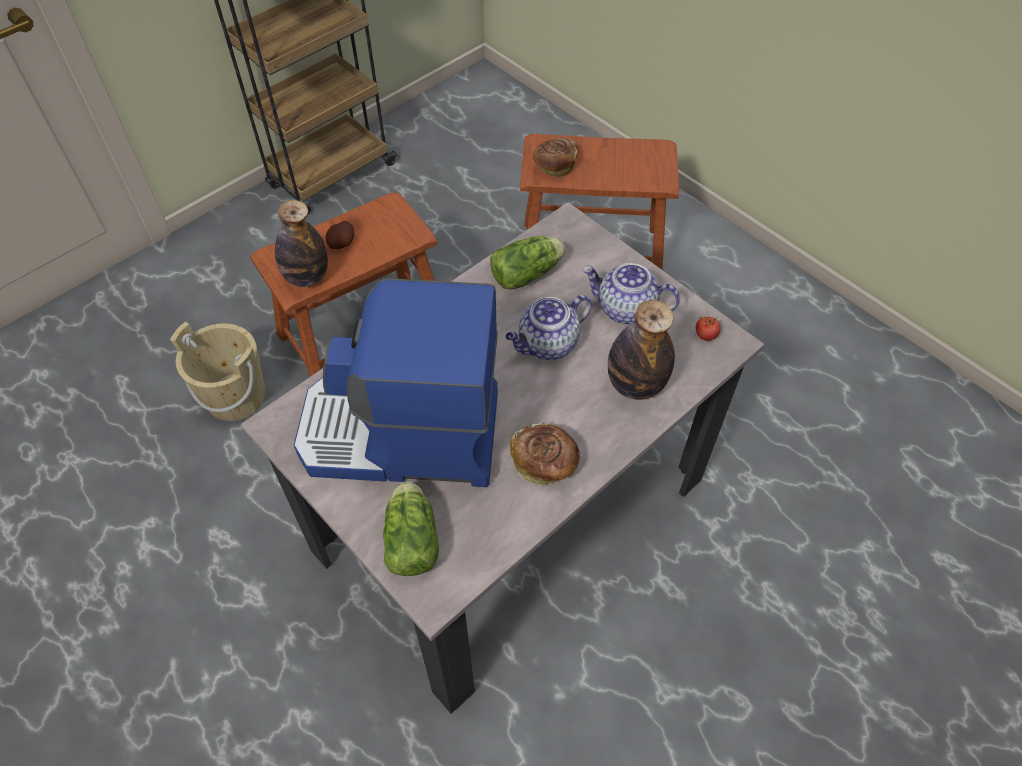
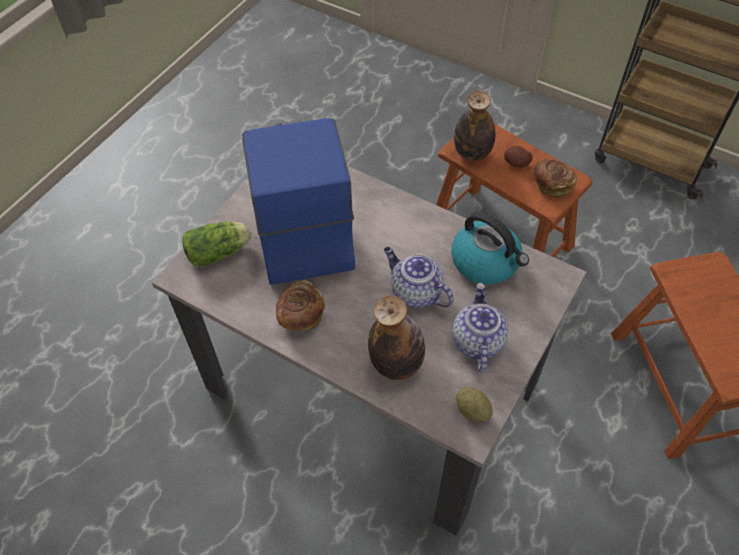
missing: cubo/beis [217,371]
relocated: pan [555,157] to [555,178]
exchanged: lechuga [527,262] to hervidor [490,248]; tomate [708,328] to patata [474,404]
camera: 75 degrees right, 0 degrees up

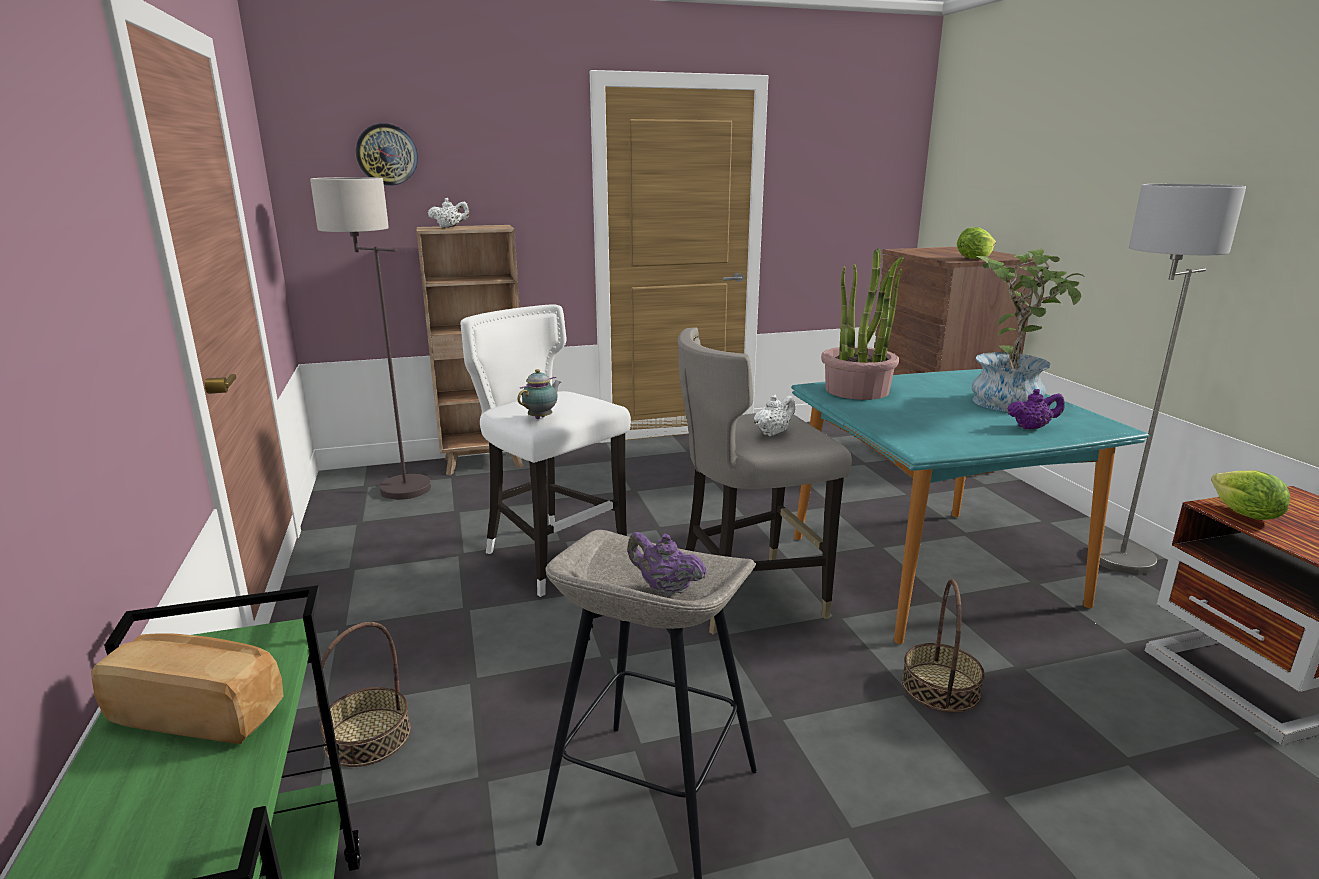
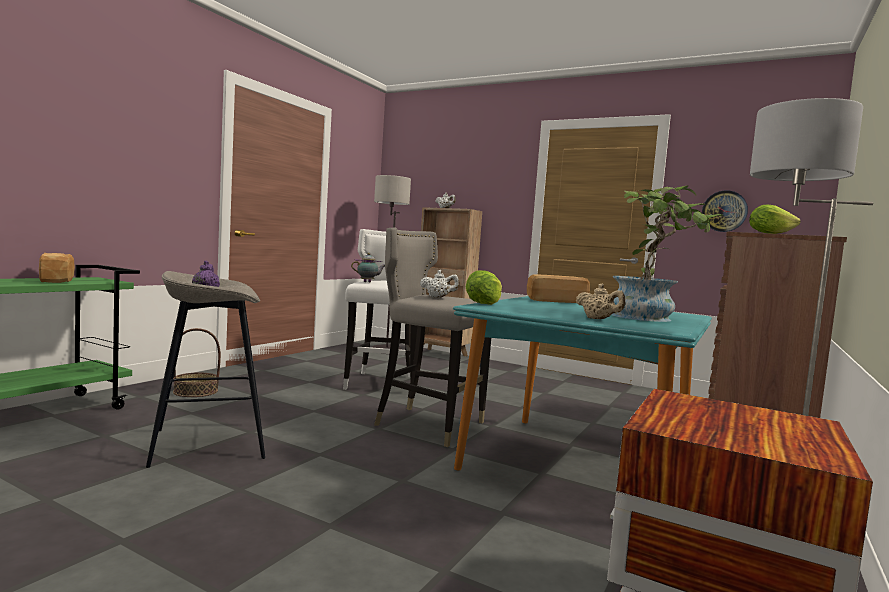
missing: cesta [943,645]
relocated: reloj de pared [387,154] to [725,211]; lechuga [1250,495] to [484,287]
exchanged: planta en maceta [862,324] to pan [558,289]
colour: tetera/morado [1036,409] to tetera/beis [601,301]
camera: 45 degrees right, 15 degrees down

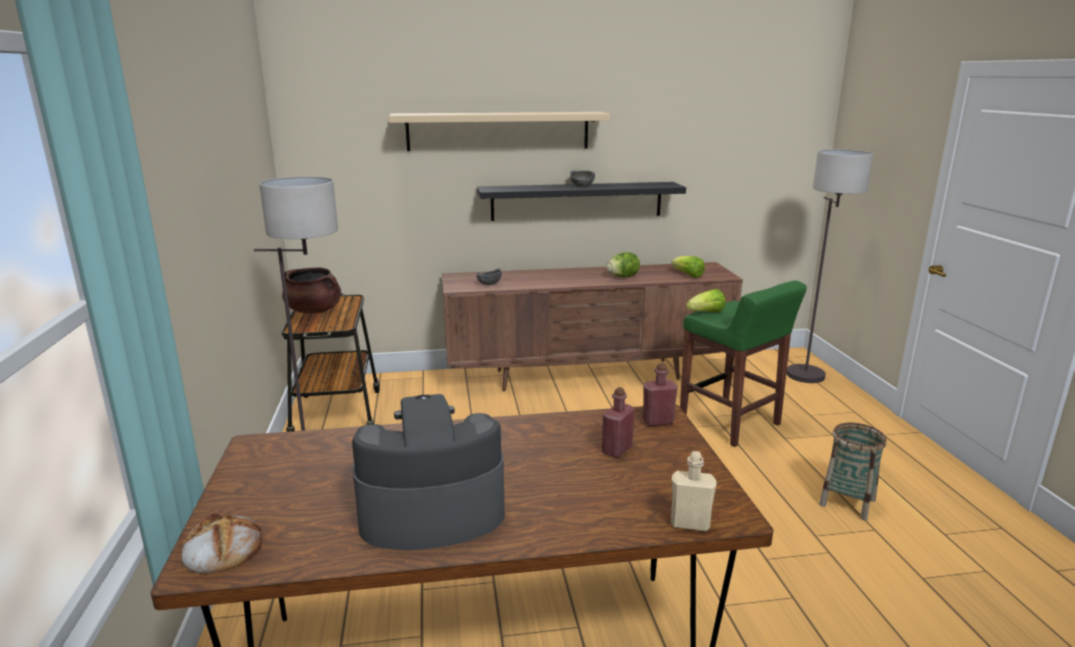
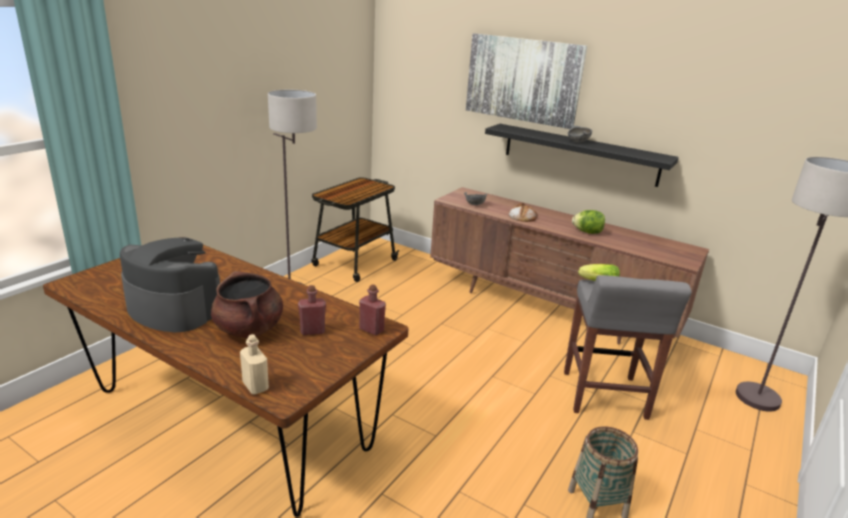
missing: lechuga [688,267]
relocated: olla/marrón [311,290] to [247,304]; pan [221,543] to [523,212]
exchanged: estante/beis [500,131] to cuadro [526,81]
colour: taburete/verde [743,364] to taburete/gris [628,347]
camera: 40 degrees right, 5 degrees up

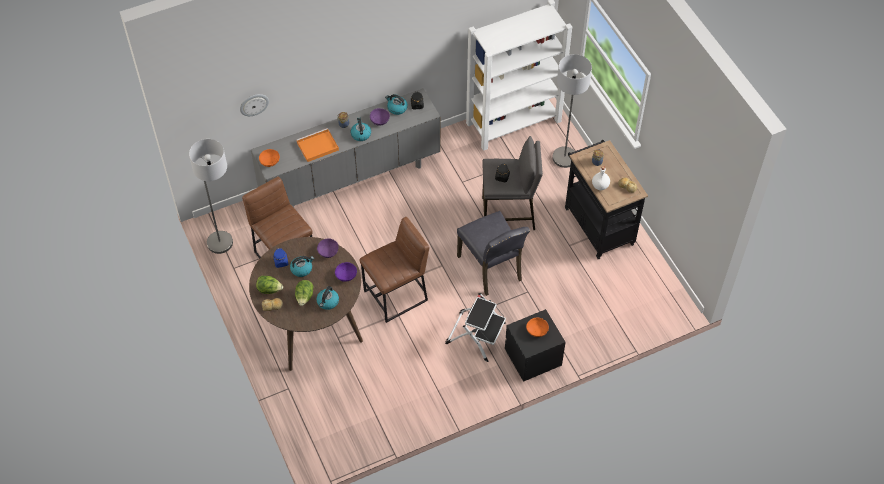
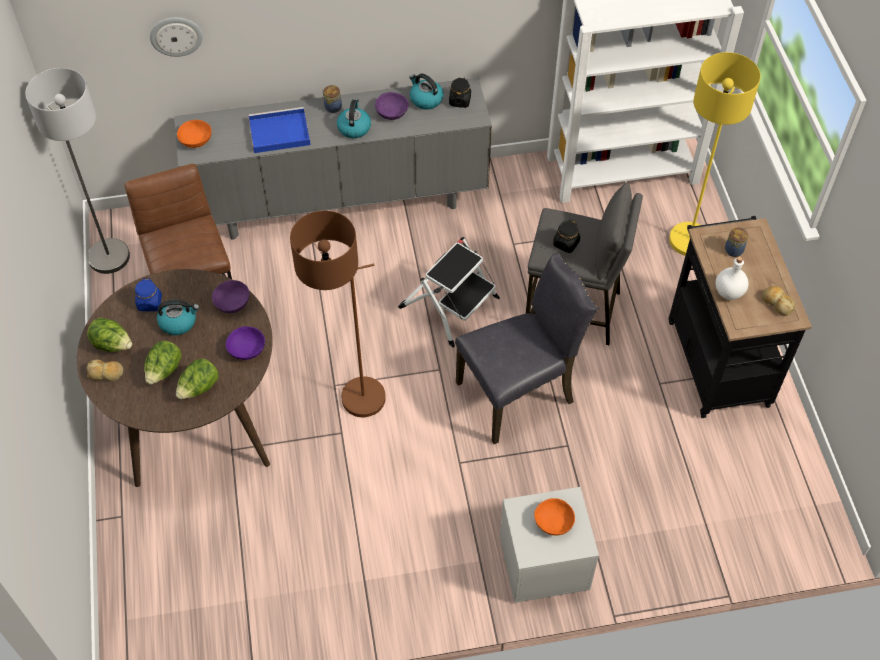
relocated: escalera de tijera [475,327] to [449,292]
exchanged: silla/marrón [394,270] to lámpara de pie/marrón [338,314]; hervidor [327,298] to lechuga [197,379]
colour: lámpara de pie/gris [572,111] to lámpara de pie/amarillo [715,154]; bandeja/naranja [318,145] to bandeja/azul [279,130]; mesita de noche/negro [535,345] to mesita de noche/blanco [549,545]
spun: silla/gris [493,253] = [527,348] 105 degrees counterclockwise
camera: 15 degrees right, 0 degrees up

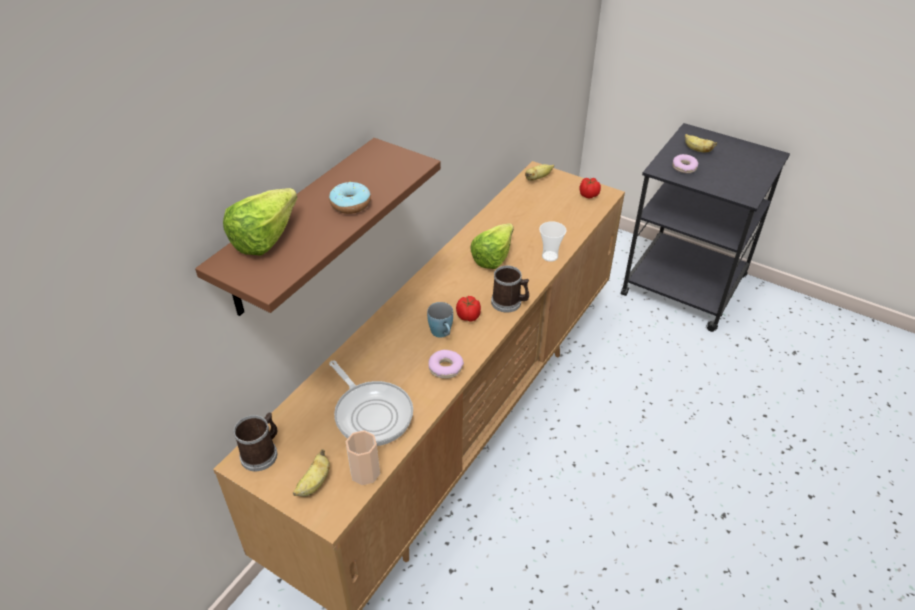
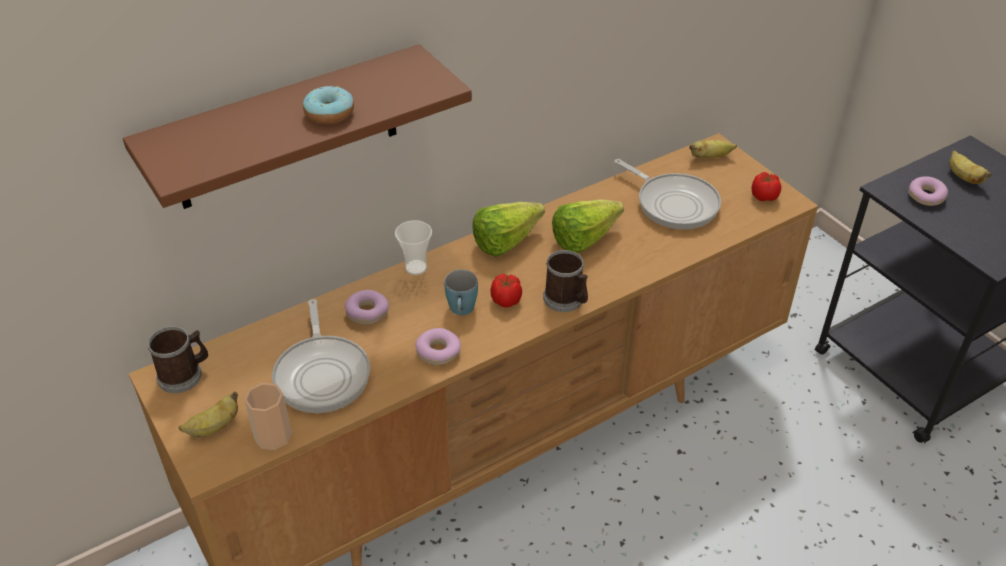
appeared: sartén [667,194]; rosquilla [367,307]
relocated: lechuga [260,222] to [508,229]; taza [553,241] to [413,247]
camera: 25 degrees right, 0 degrees up

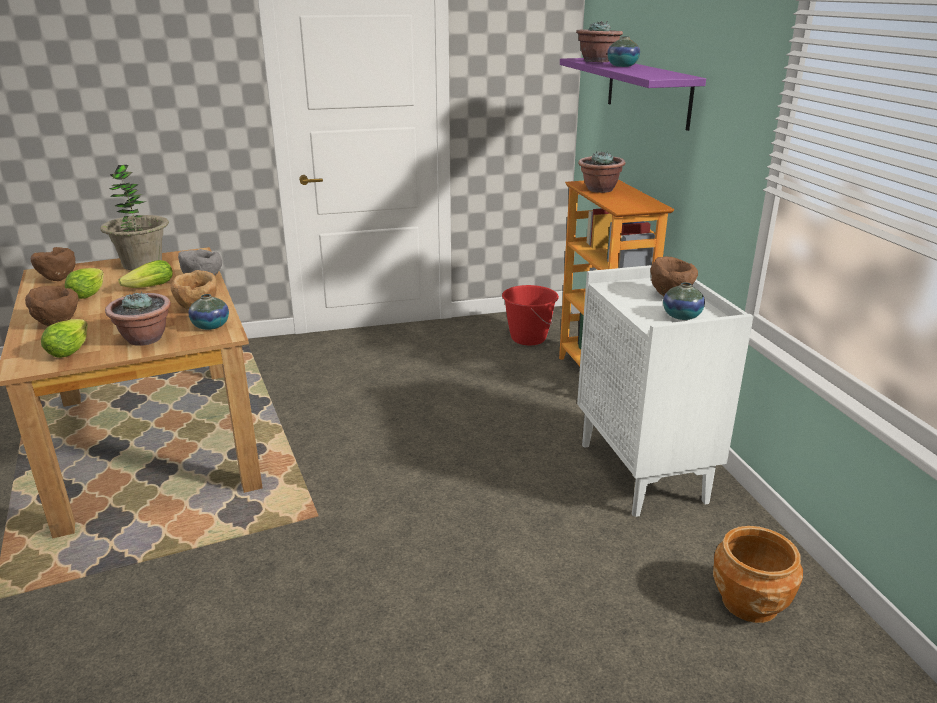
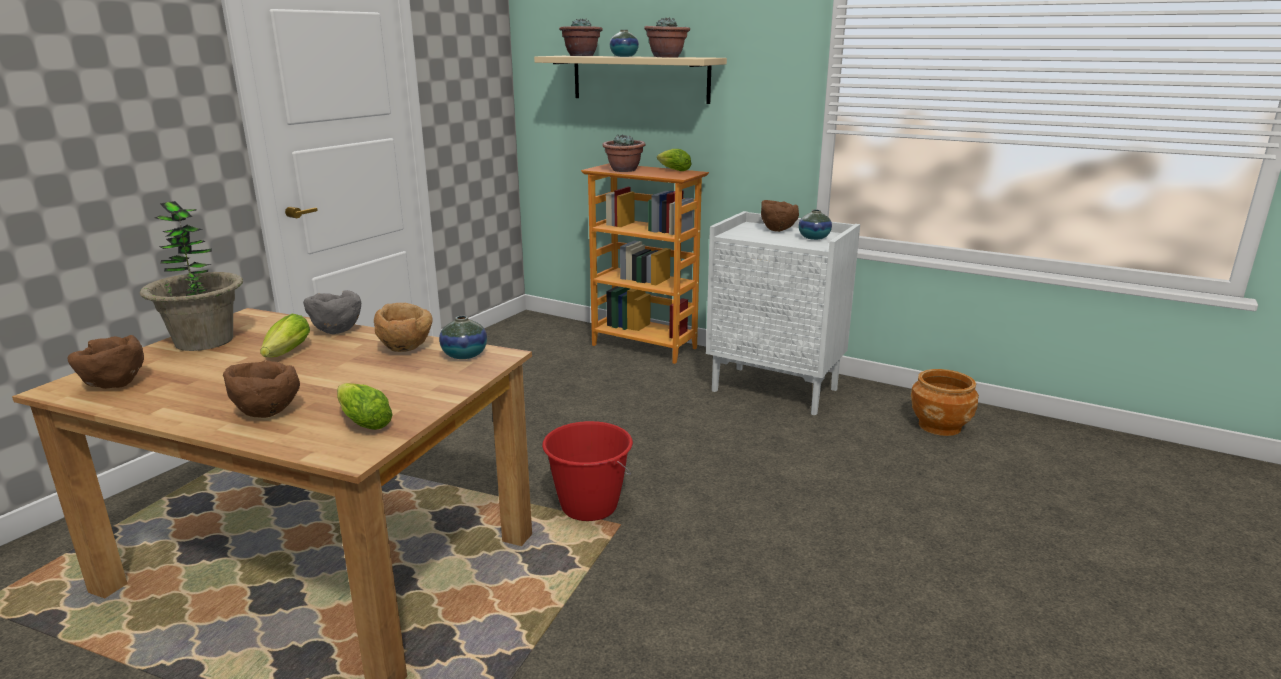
relocated: lechuga [84,283] to [674,160]; cubo/rojo [530,315] to [587,471]; planta en maceta [138,319] to [667,37]
colour: estante/morado [633,94] to estante/beis [630,80]
camera: 45 degrees left, 5 degrees down

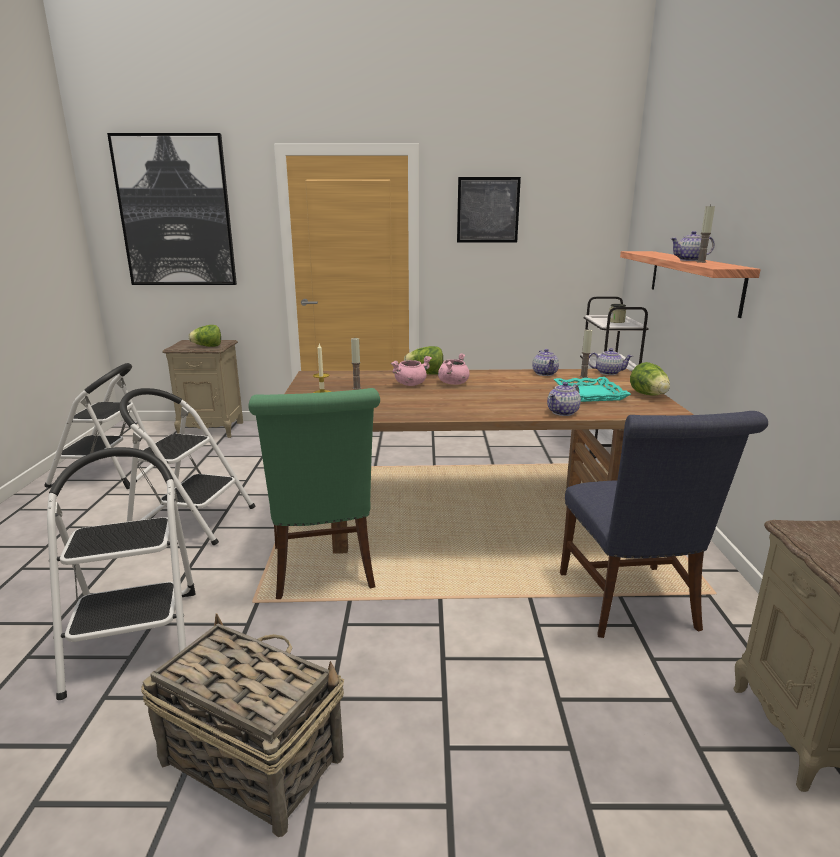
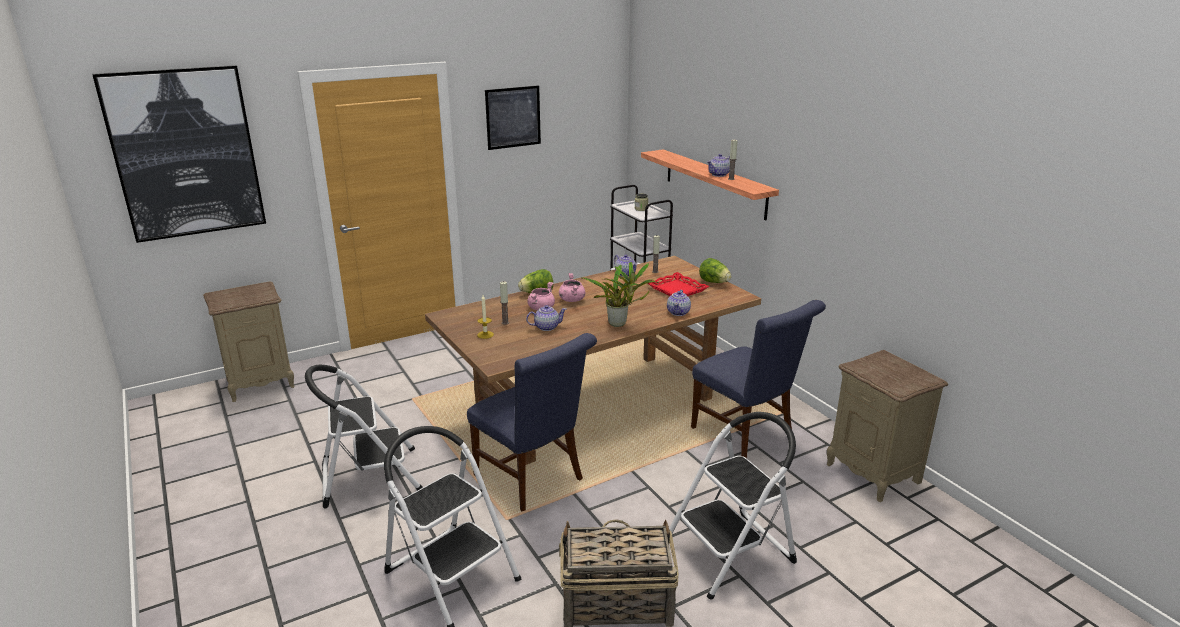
missing: lechuga [205,336]
appeared: planta en maceta [621,294]
relocated: tetera [610,361] to [546,318]; escalera de tijera [99,426] to [733,506]
colour: bandeja/turquesa [592,389] to bandeja/rojo [679,284]; silla/verde [314,493] to silla/azul [532,422]
camera: 30 degrees left, 5 degrees up

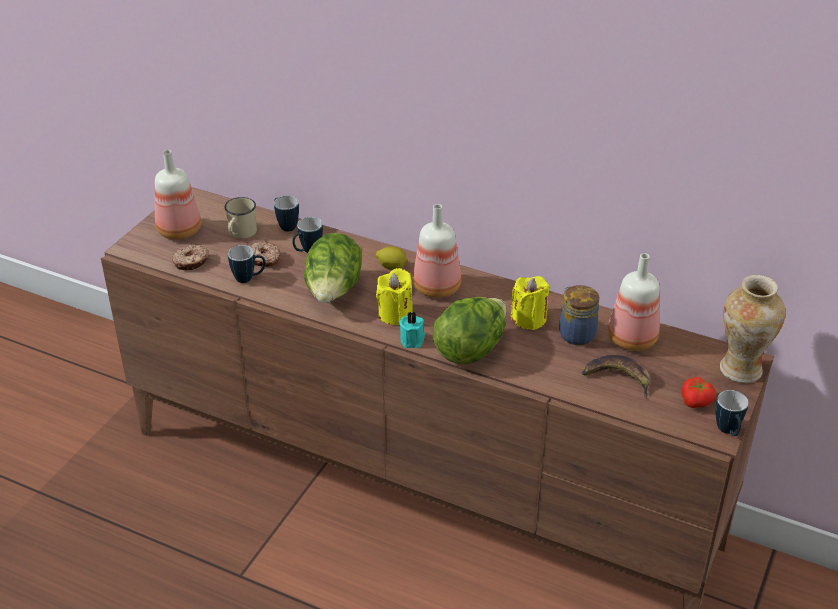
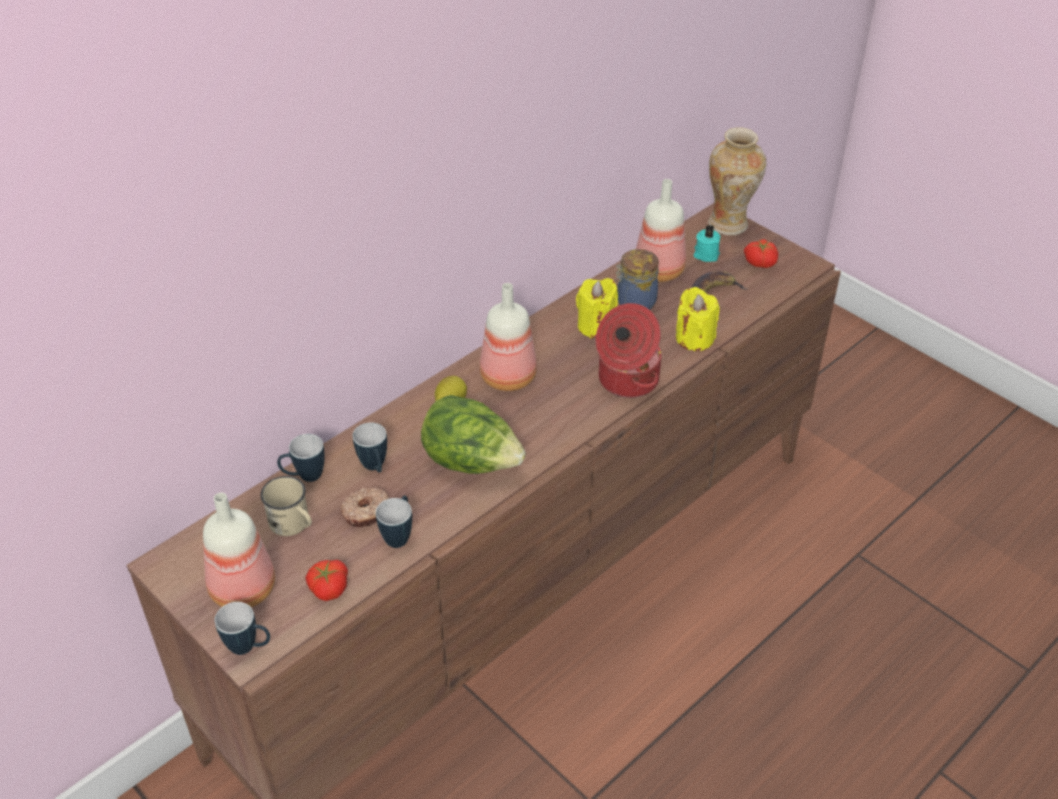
relocated: vela/amarillo [394,296] to [698,319]; vela/turquesa [412,330] to [707,243]; taza grande [732,413] to [242,628]
exchanged: rosquilla [191,257] to tomate [327,580]; lechuga [470,330] to olla [629,350]
camera: 70 degrees left, 5 degrees up

